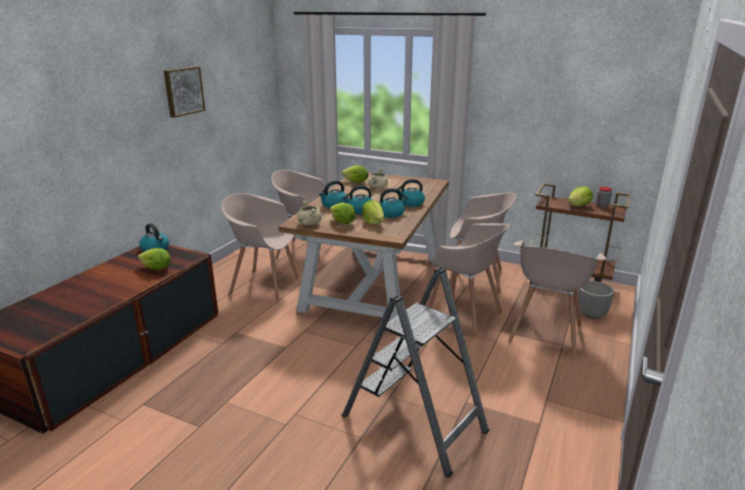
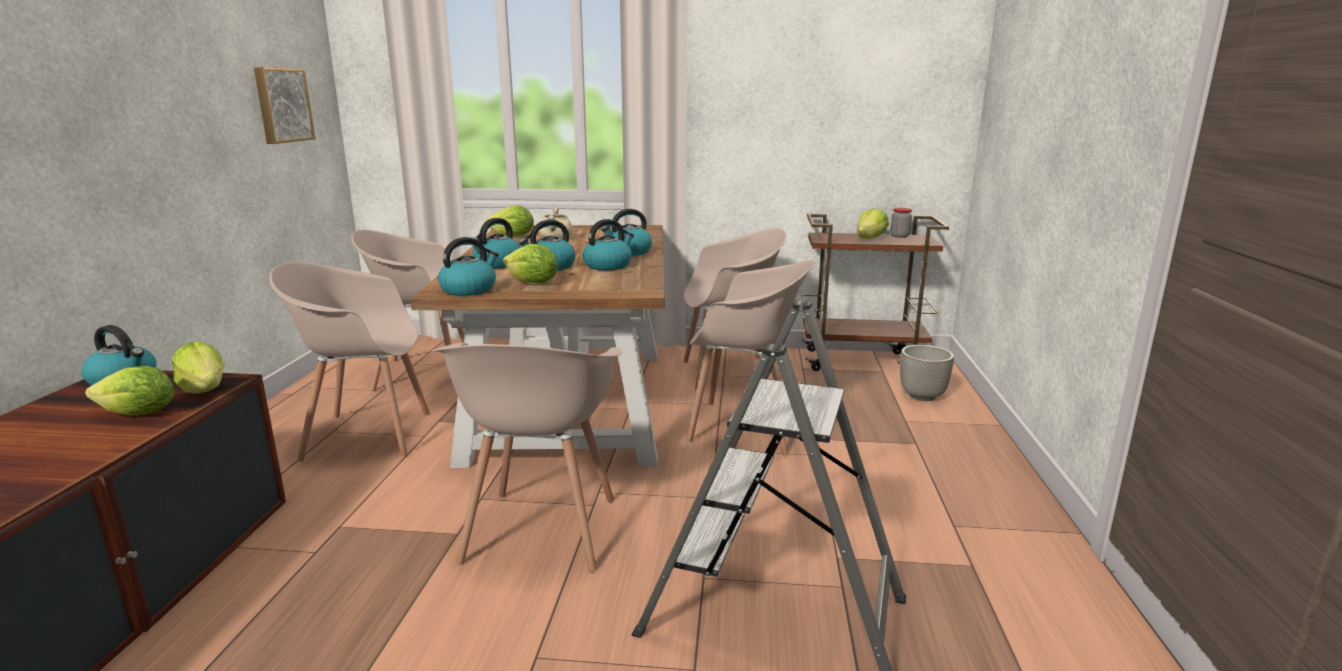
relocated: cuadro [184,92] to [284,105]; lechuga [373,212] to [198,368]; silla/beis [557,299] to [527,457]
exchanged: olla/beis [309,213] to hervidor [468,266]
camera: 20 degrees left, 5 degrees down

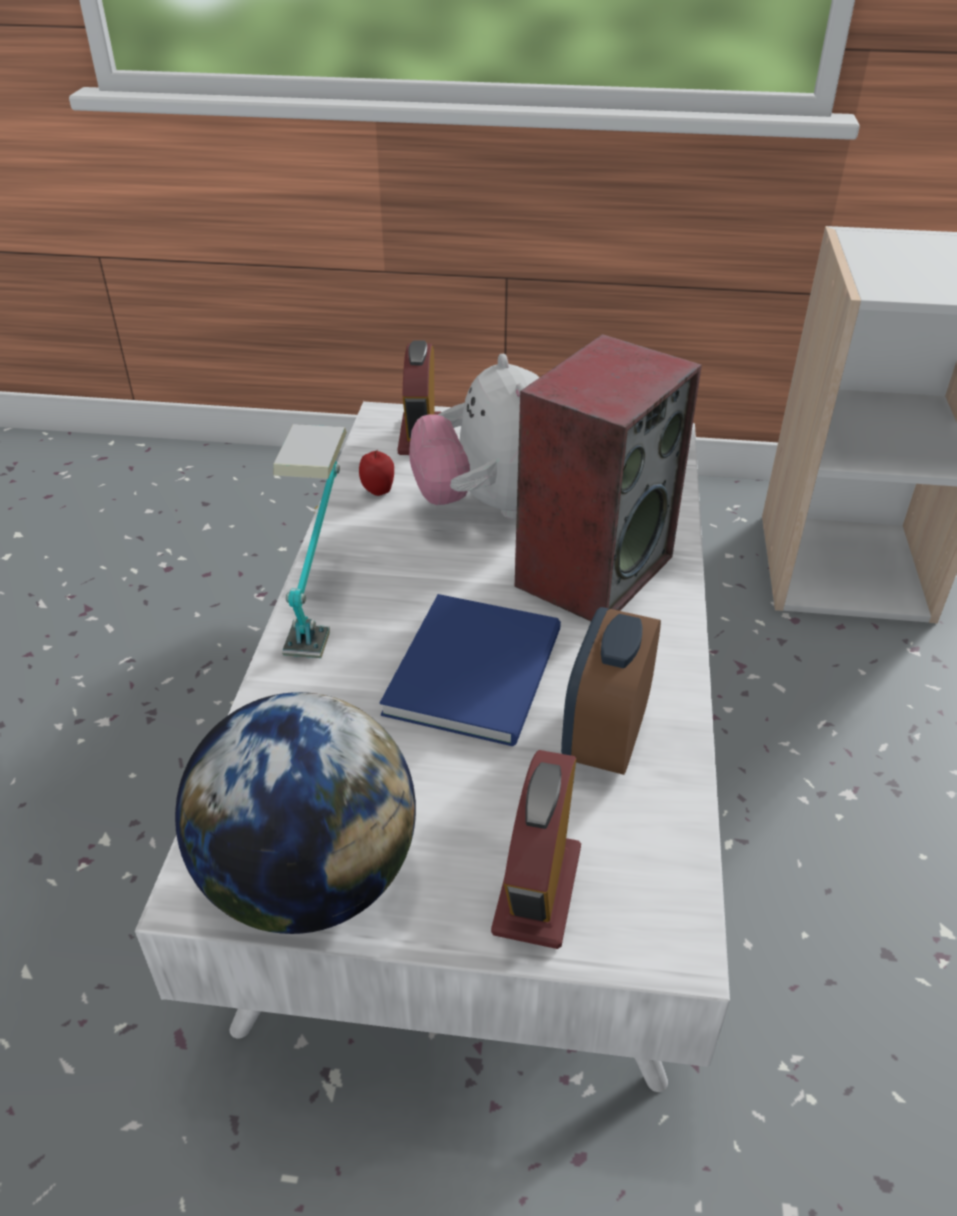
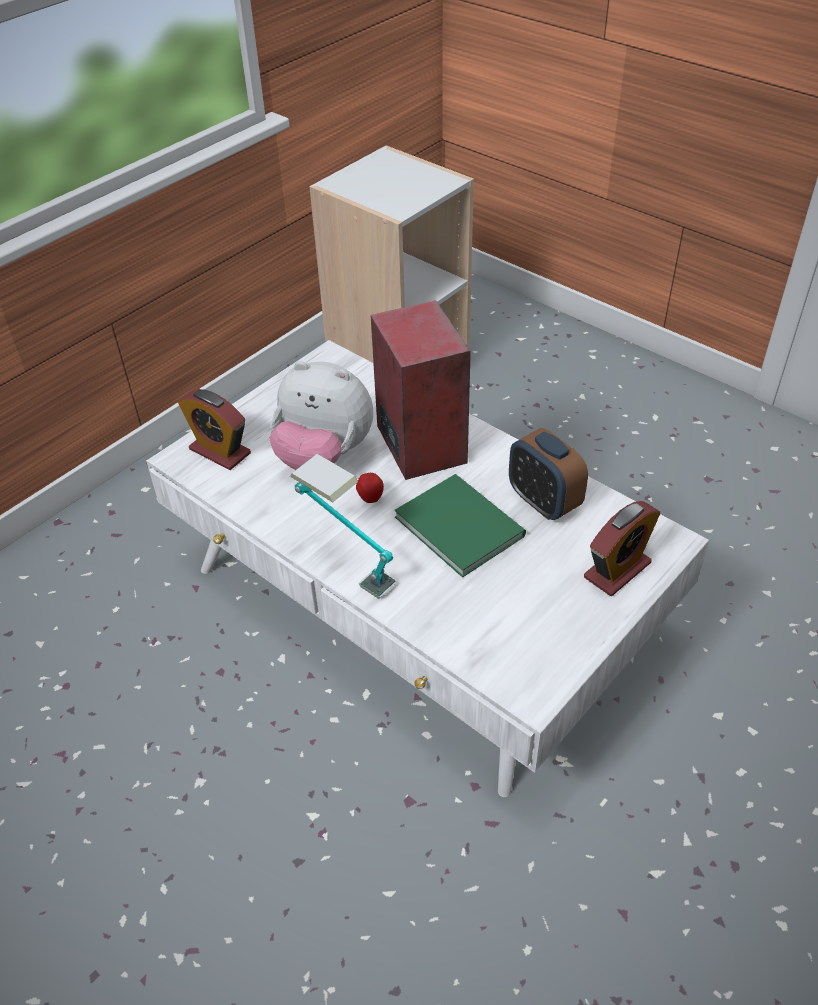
missing: globo terráqueo [295,813]
relocated: manzana [376,473] to [370,488]
colour: libro/azul [470,670] to libro/verde [460,526]
spun: despertador [536,849] = [622,548] 90 degrees counterclockwise
camera: 55 degrees left, 5 degrees up

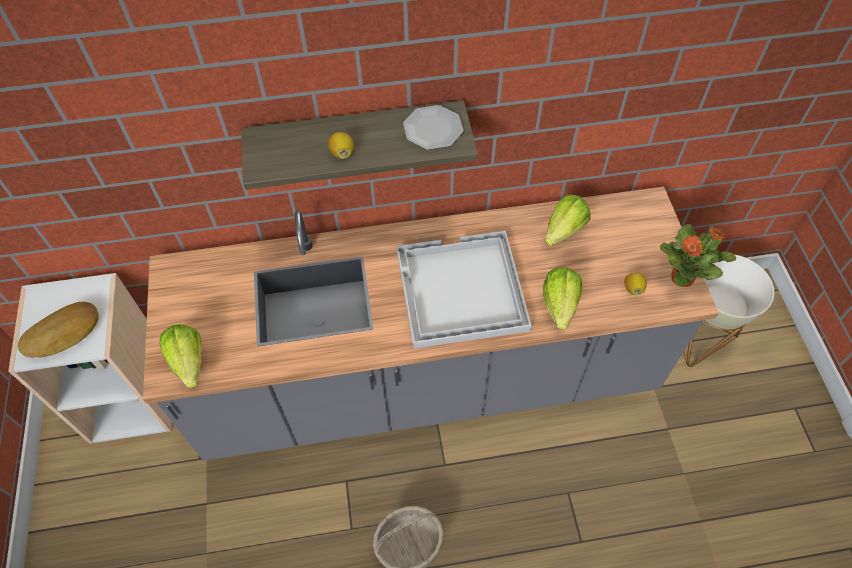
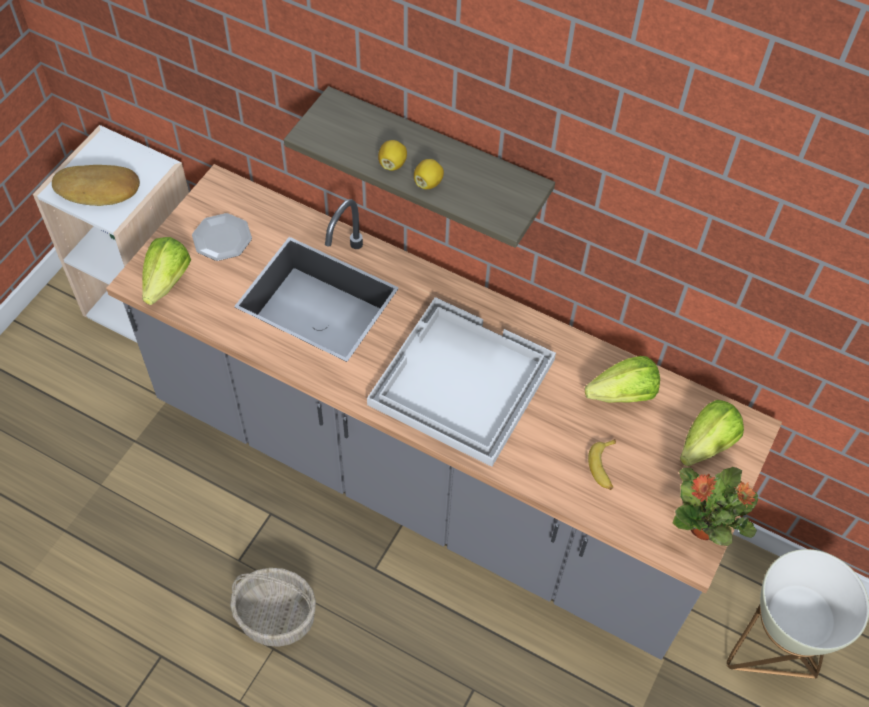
appeared: plátano [602,464]
relocated: plato [433,127] to [222,237]; lechuga [562,298] to [712,433]; limón [635,284] to [429,174]
camera: 35 degrees right, 0 degrees up

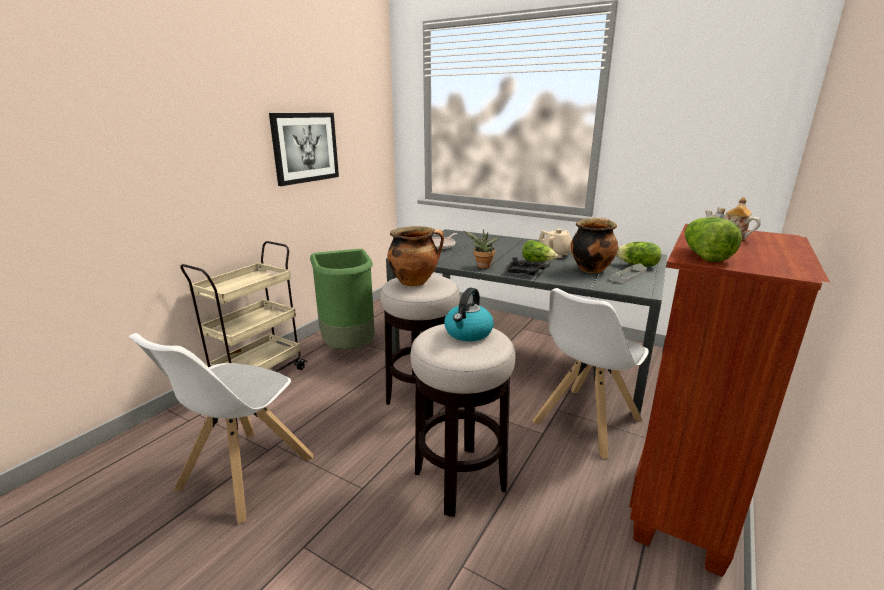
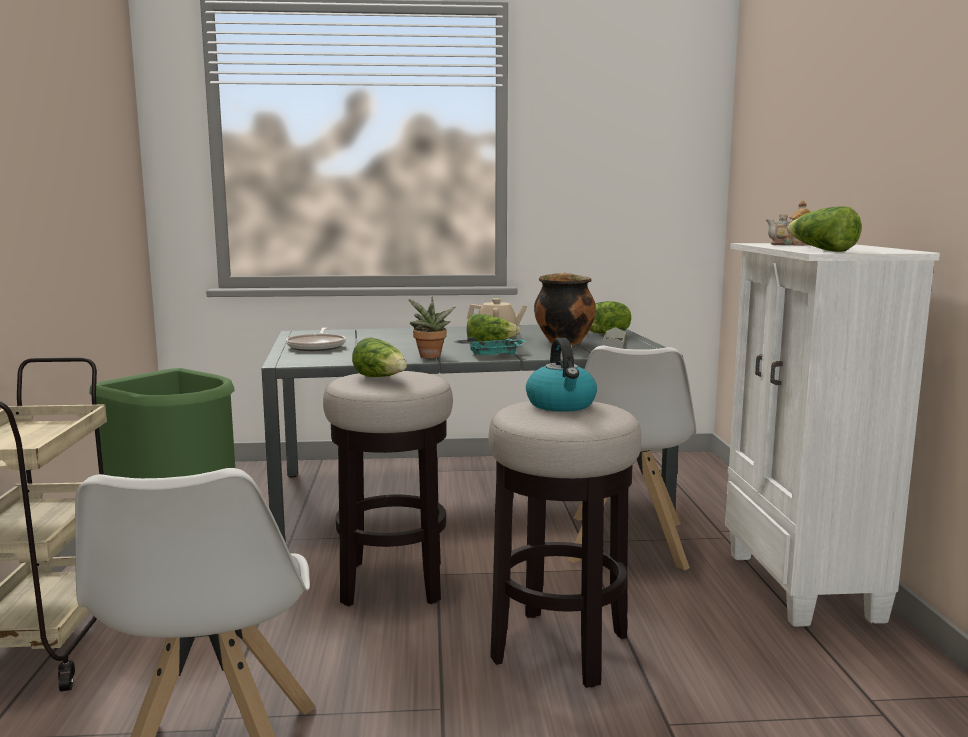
missing: cuadro [304,149]
exchanged: olla [416,256] to lechuga [379,357]
colour: armario/marrón [729,400] to armario/blanco [832,435]; bandeja/negro [527,266] to bandeja/turquesa [497,346]
camera: 35 degrees left, 10 degrees down

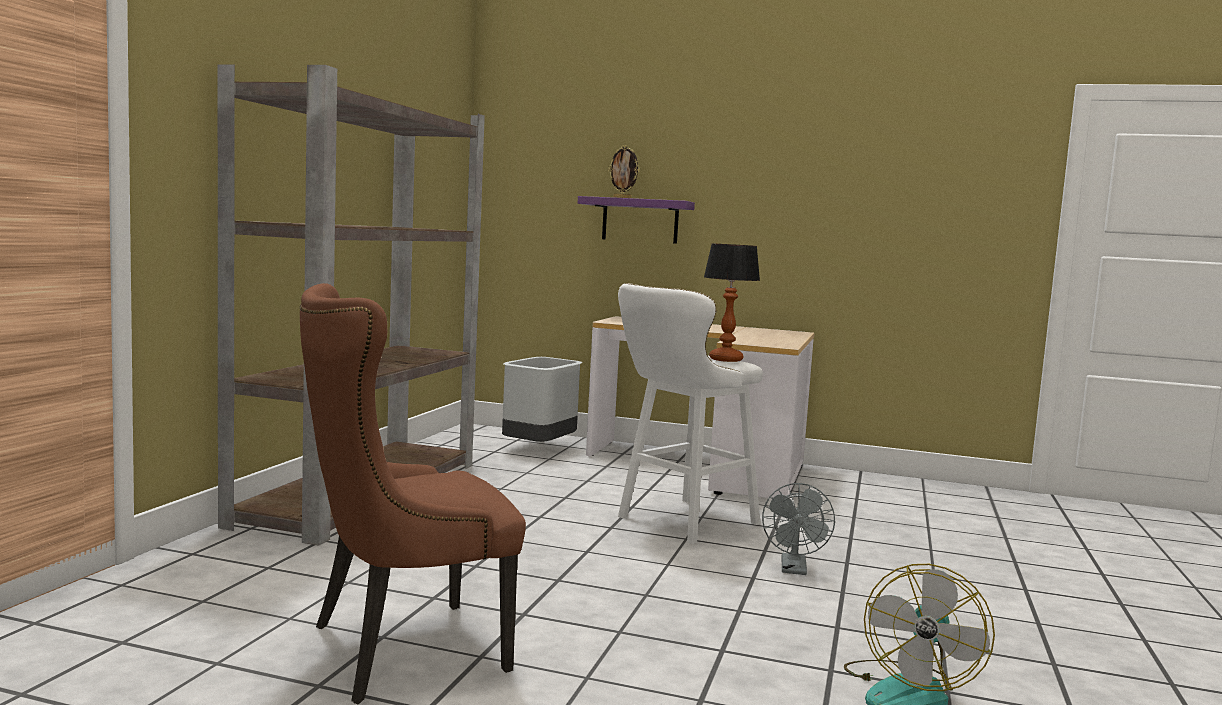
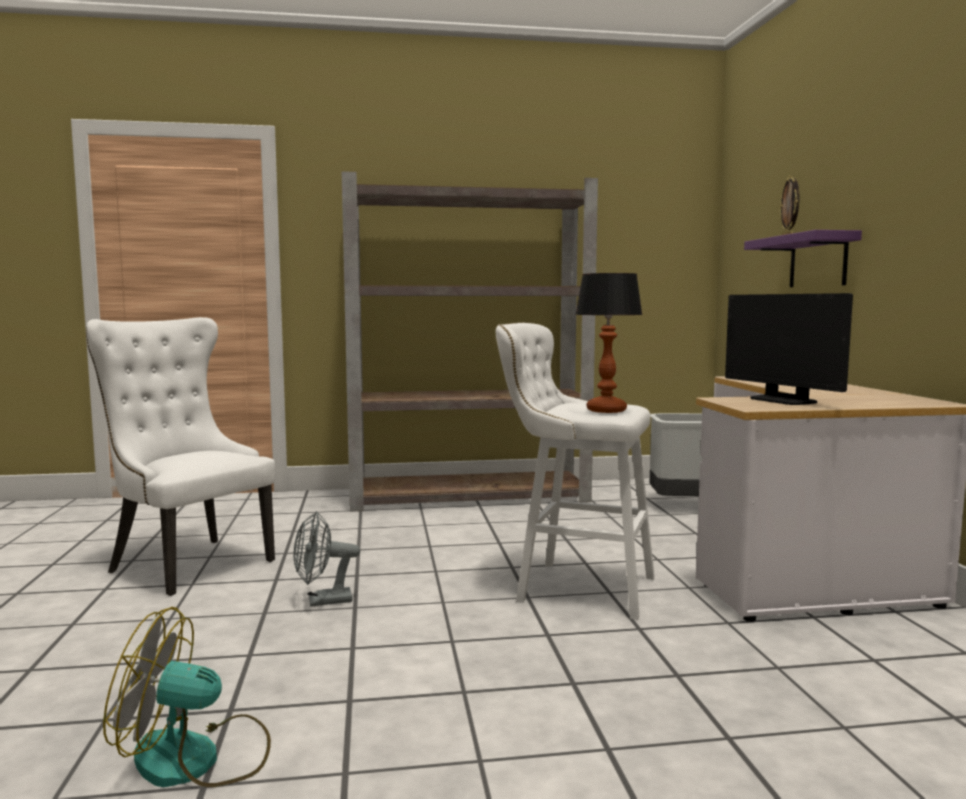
appeared: monitor [789,349]
relocated: ventilador/gris [798,529] to [326,558]
colour: silla/marrón [413,494] to silla/blanco [180,456]
camera: 65 degrees right, 0 degrees up

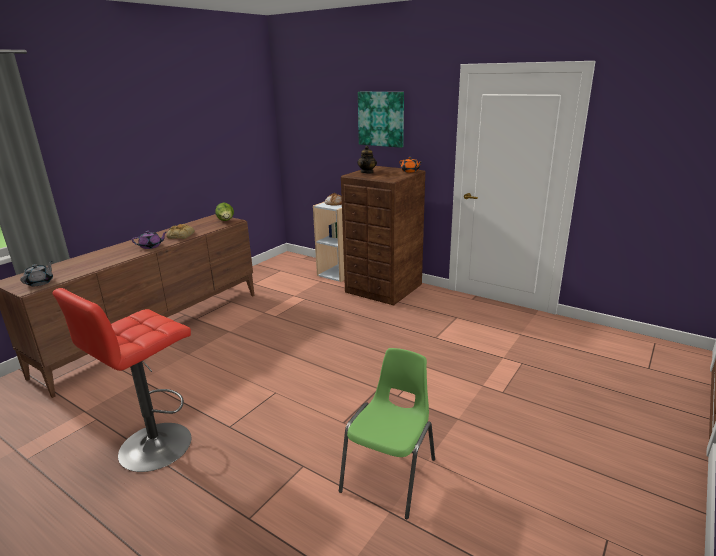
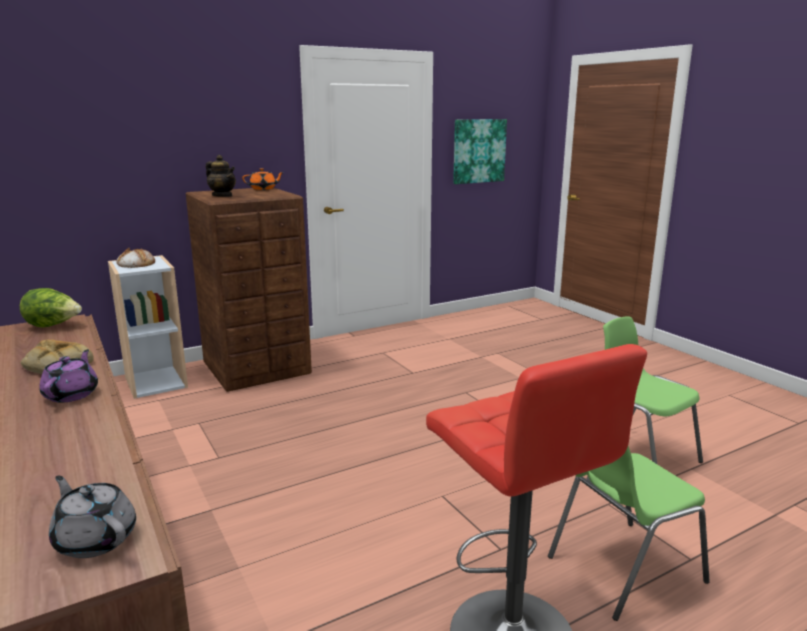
appeared: silla/verde [629,533]
relocated: cuadro [381,120] to [480,151]
camera: 65 degrees left, 5 degrees down

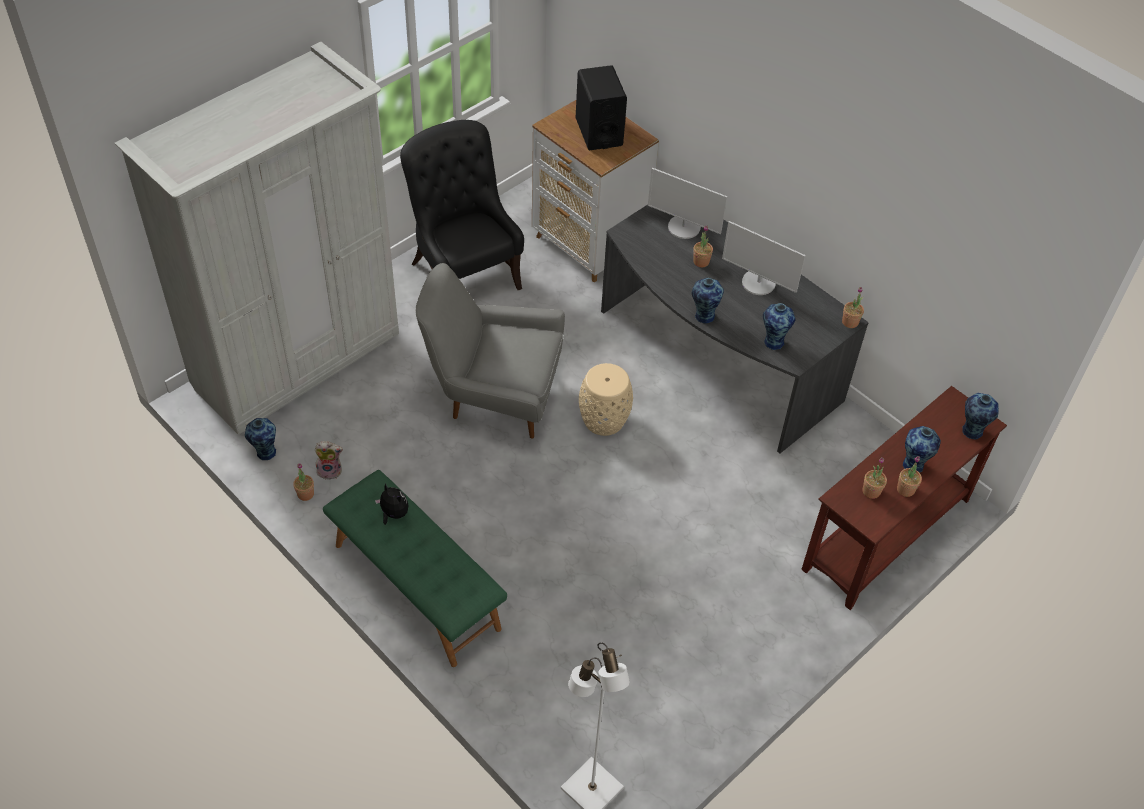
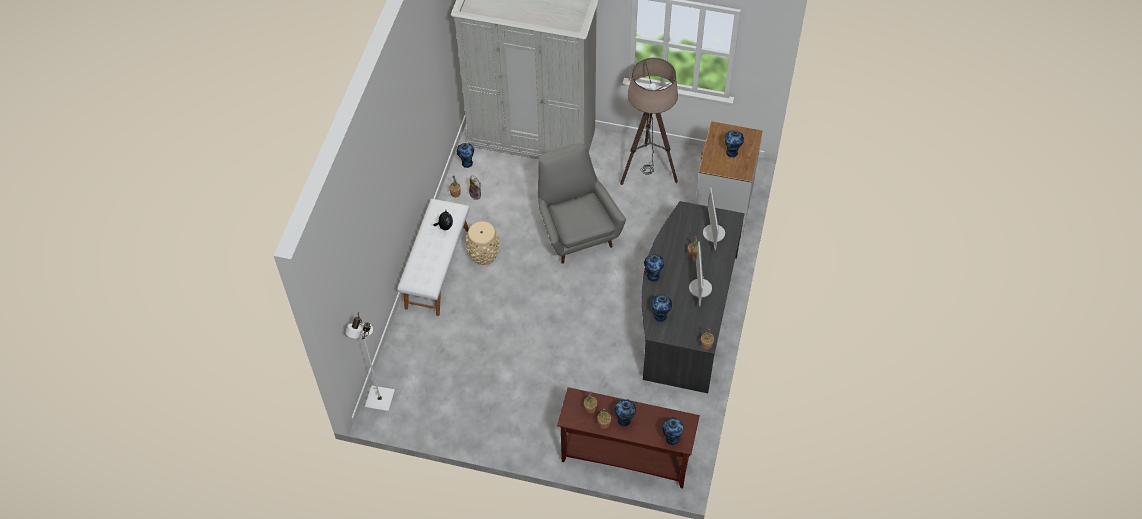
relocated: taburete/beis [606,399] to [483,243]
exchanged: altavoz/negro [601,107] to florero [734,144]; silla/negro [462,205] to lámpara de pie [649,121]
colour: banco/verde [415,568] to banco/blanco [433,257]
camera: 60 degrees right, 5 degrees up

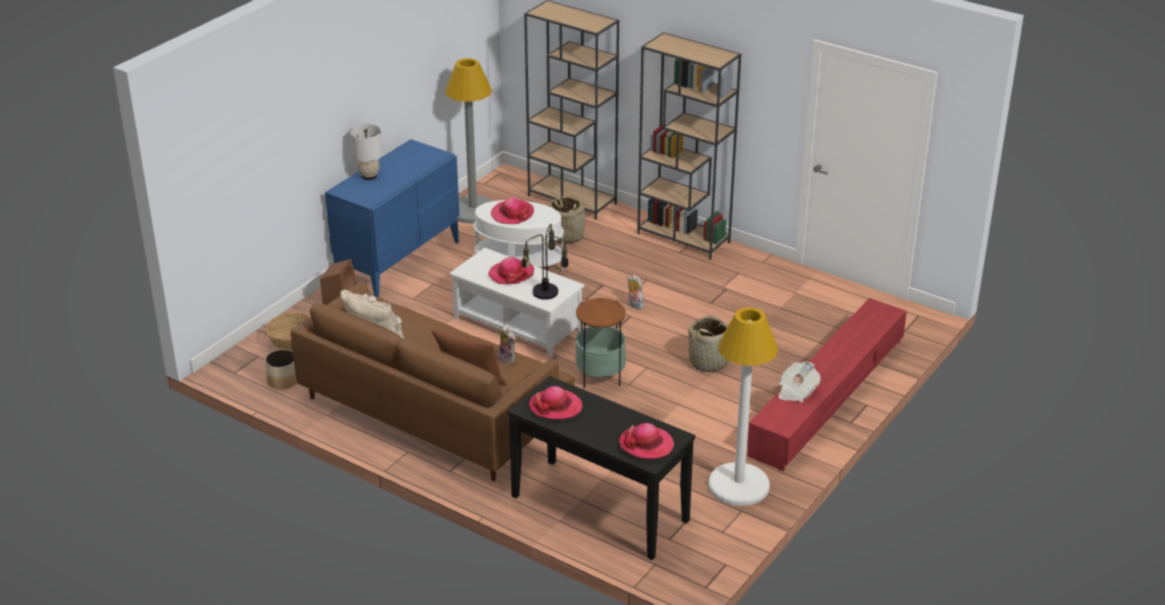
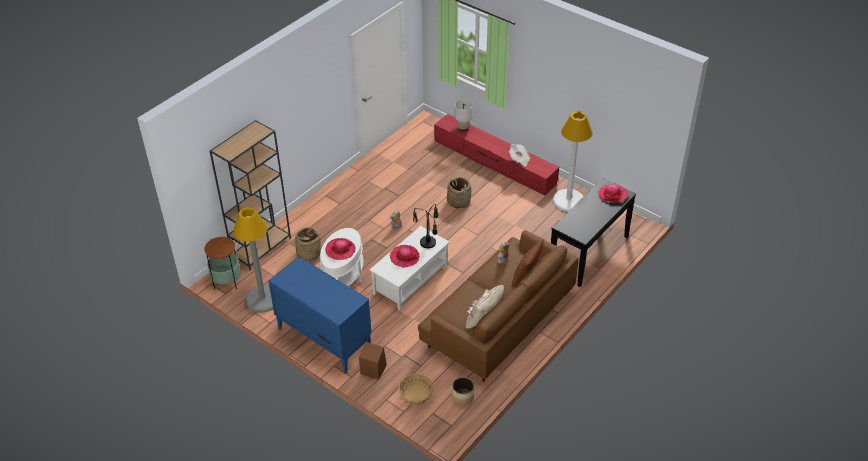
missing: estantería [689,146]; sombrero [555,403]
relocated: lámpara de mesa/blanco [366,152] to [463,115]; mesa auxiliar [600,343] to [222,263]
camera: 85 degrees left, 10 degrees up

